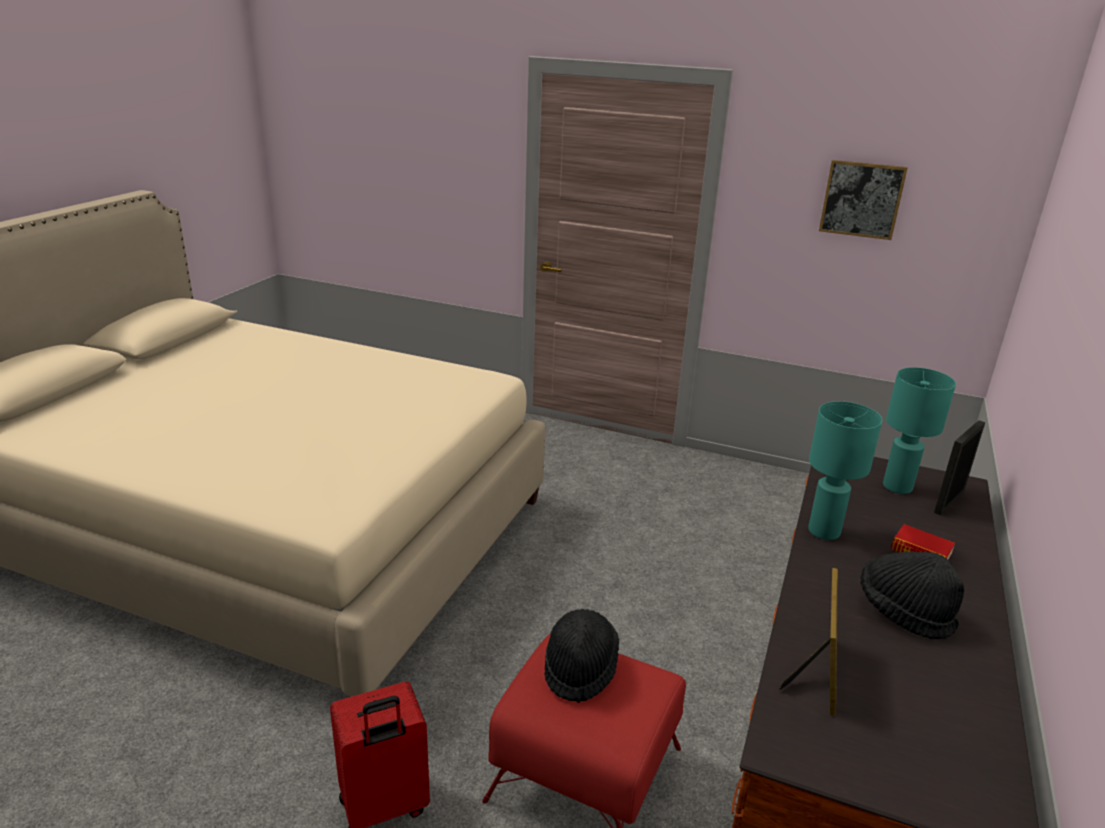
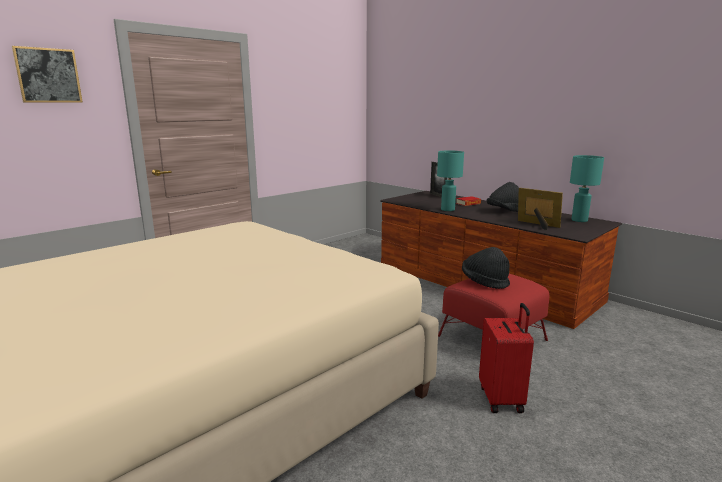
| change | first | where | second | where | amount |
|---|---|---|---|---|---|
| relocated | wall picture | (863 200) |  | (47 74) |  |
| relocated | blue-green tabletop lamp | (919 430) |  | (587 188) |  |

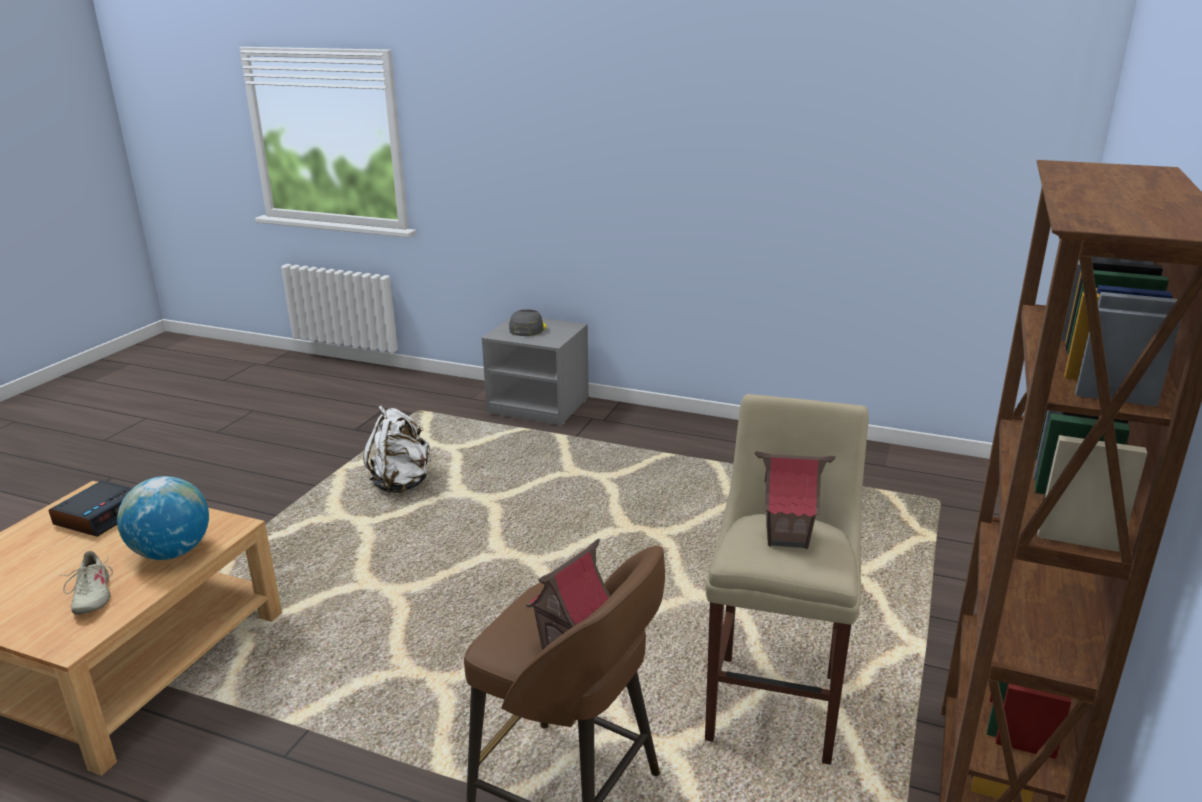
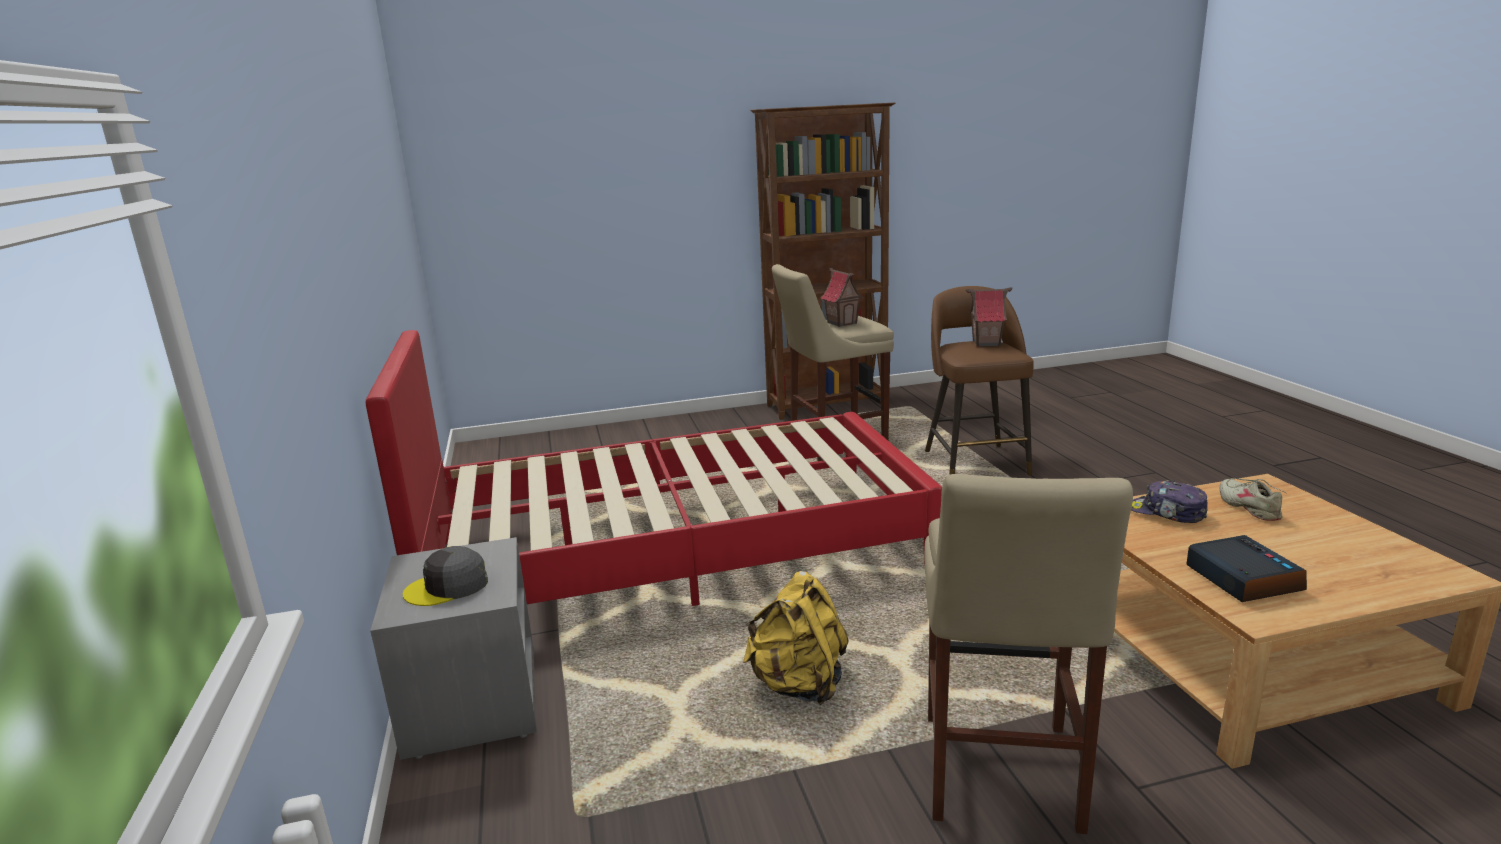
| change | first | where | second | where | amount |
|---|---|---|---|---|---|
| spun | table clock | (90 509) |  | (1246 568) | 90 degrees clockwise |
| spun | beige shoe | (86 583) |  | (1253 499) | 45 degrees counterclockwise |
| exchanged | desk globe | (163 518) | cap | (1169 501) |  |
| colour | white-coloured backpack | (397 449) | yellow-coloured backpack | (796 638) |  |
| appeared |  |  | reddish bedroom bed | (654 468) |  |
| appeared |  |  | beige stool seat | (1028 654) |  |

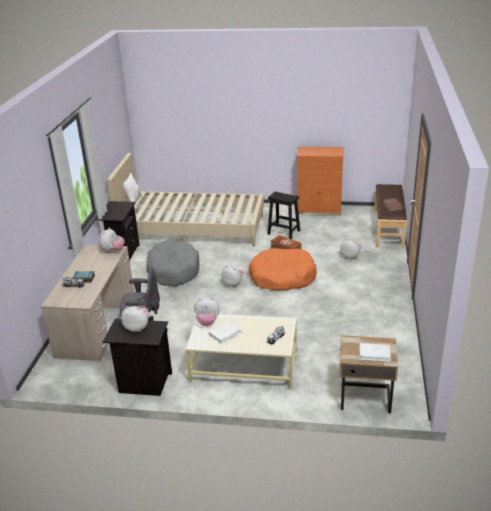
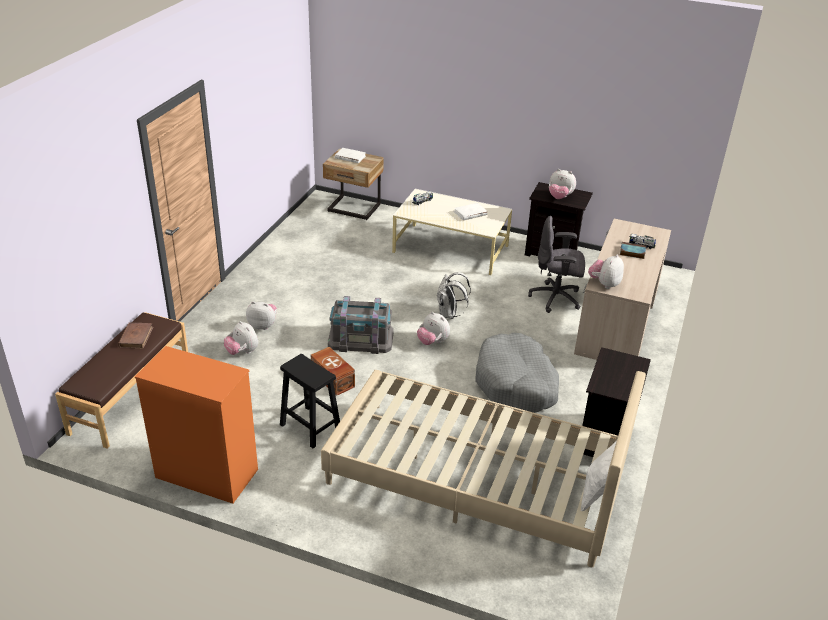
| change | first | where | second | where | amount |
|---|---|---|---|---|---|
| relocated | cuddly toy | (206 311) |  | (261 315) |  |
| exchanged | orange pet bed | (283 269) | gray storage box | (361 325) |  |
| appeared |  |  | white-coloured backpack | (453 295) |  |

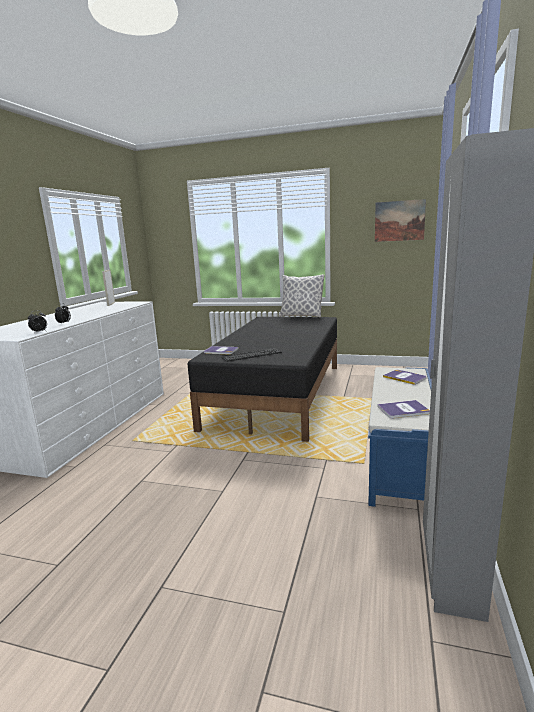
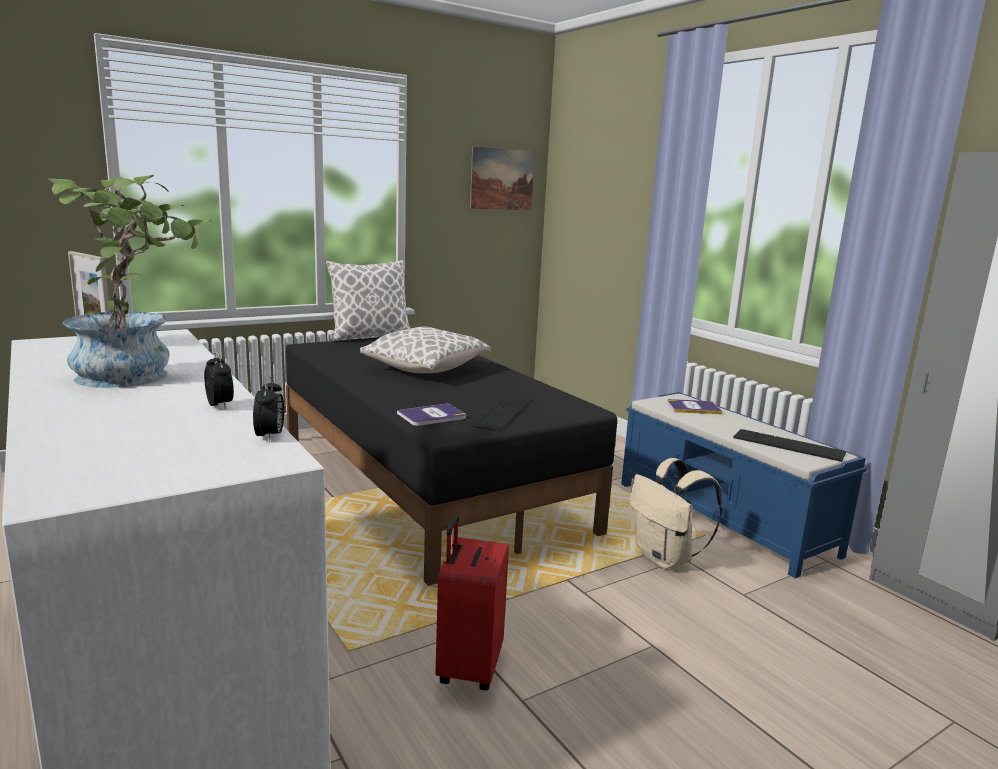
| change | first | where | second | where | amount |
|---|---|---|---|---|---|
| exchanged | book | (403 409) | computer keyboard | (789 445) |  |
| appeared |  |  | plant in a pot | (129 281) |  |
| appeared |  |  | pillow | (425 350) |  |
| appeared |  |  | reddish suitcase | (472 602) |  |
| appeared |  |  | beige backpack | (676 513) |  |

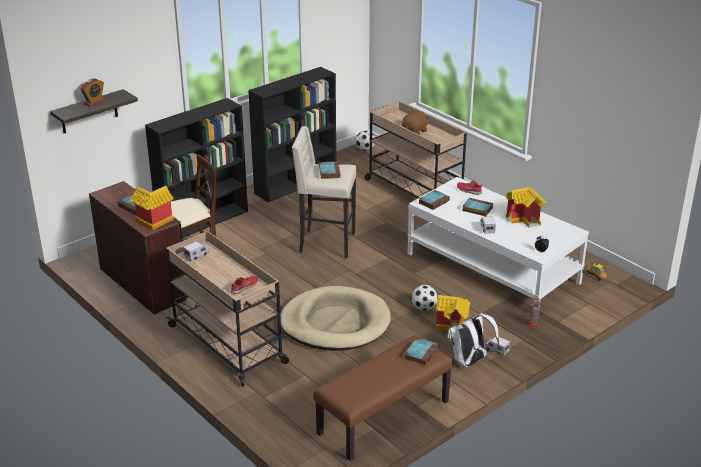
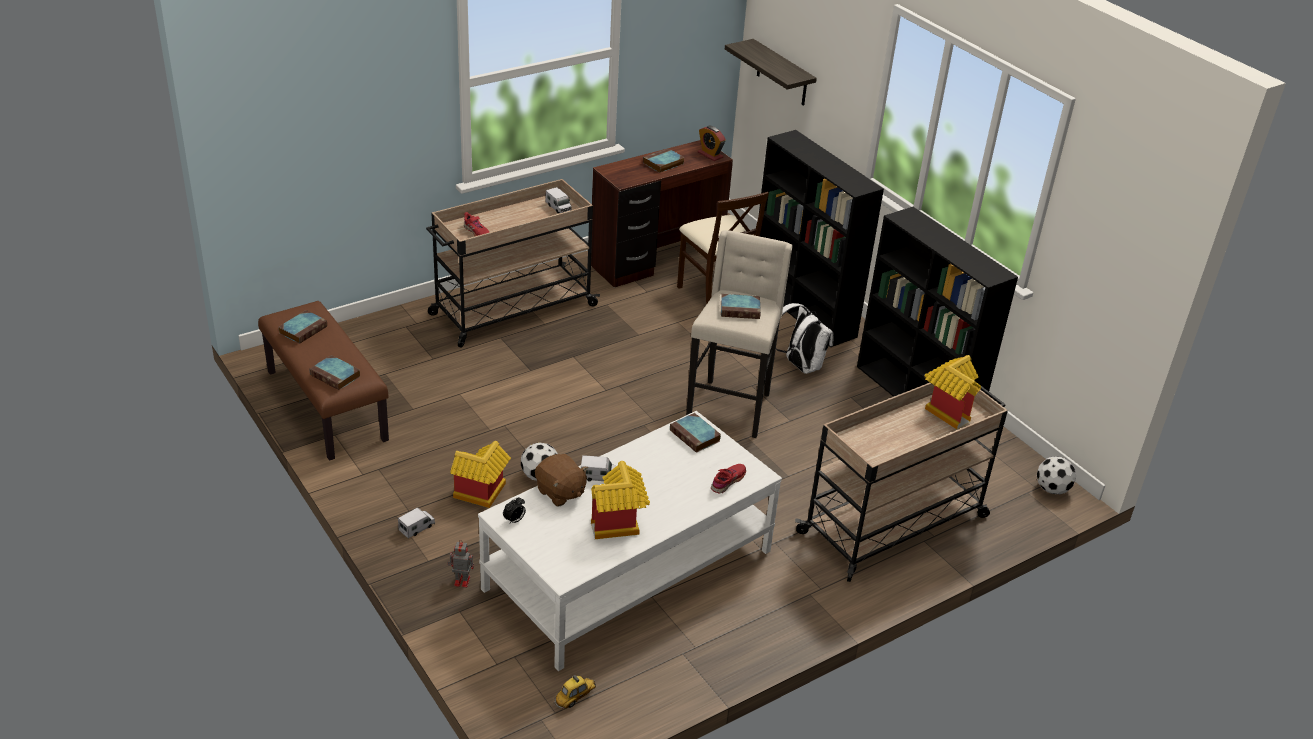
| change | first | where | second | where | amount |
|---|---|---|---|---|---|
| relocated | table clock | (93 92) |  | (712 143) |  |
| relocated | miniature house | (151 208) |  | (953 392) |  |
| missing | beige pet bed | (336 318) |  |  |  |
| relocated | brownish cuddly toy | (416 123) |  | (561 480) |  |
| relocated | white-coloured backpack | (474 340) |  | (805 338) |  |
| relocated | book | (477 207) |  | (303 327) |  |

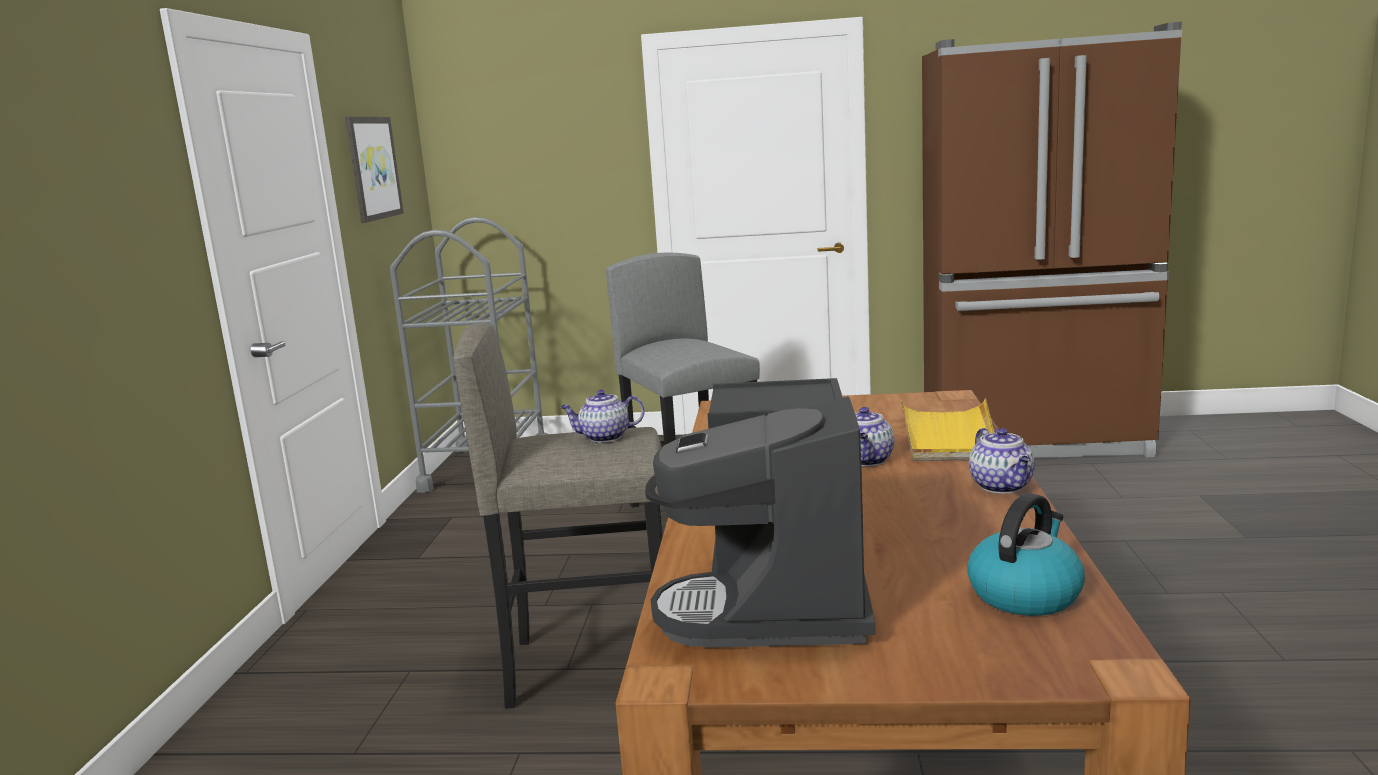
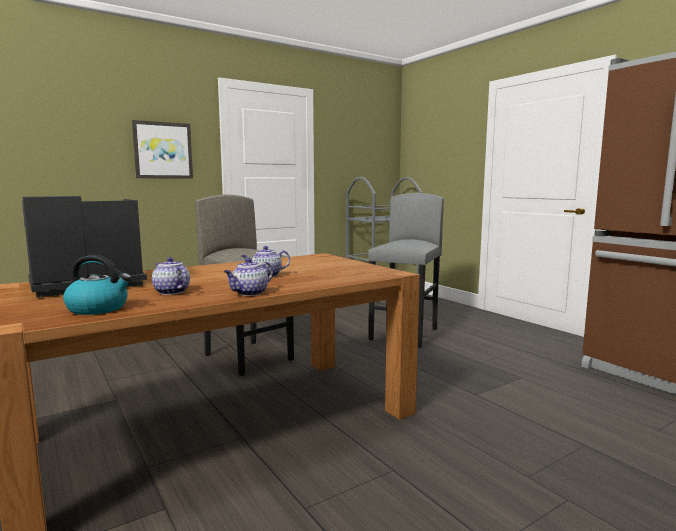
| change | first | where | second | where | amount |
|---|---|---|---|---|---|
| relocated | wall picture | (374 170) |  | (162 149) |  |
| relocated | tea pot | (602 416) |  | (171 276) |  |
| missing | yellow-coloured tray | (947 430) |  |  |  |

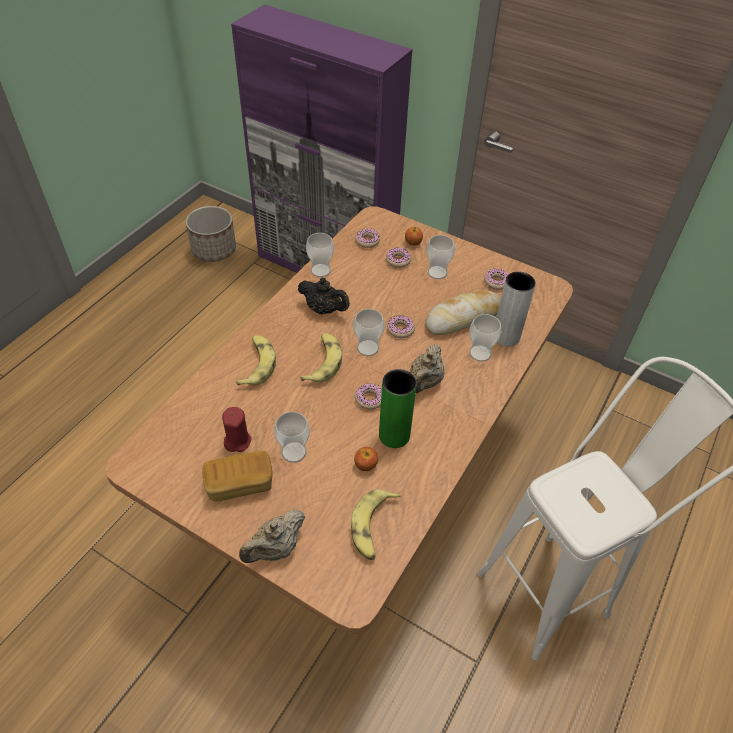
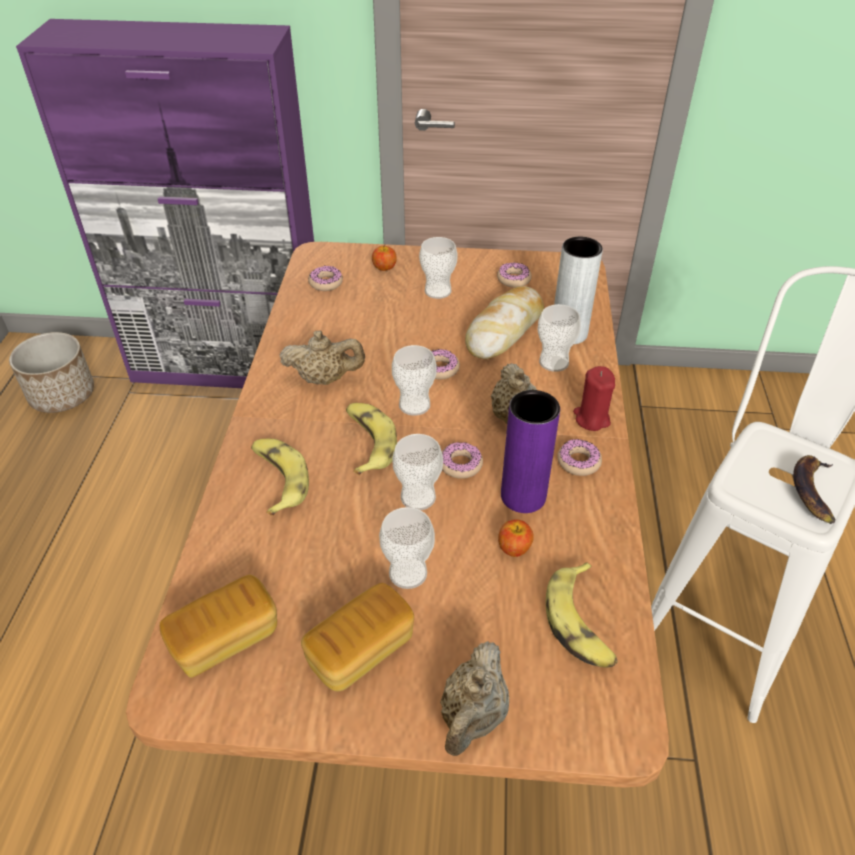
| change | first | where | second | where | amount |
|---|---|---|---|---|---|
| relocated | reddish wax candle | (237 429) |  | (594 398) |  |
| colour | black-coloured tea pot | (324 296) | beige tea pot | (322 357) |  |
| relocated | cup | (320 255) |  | (417 472) |  |
| colour | green-coloured flower vase | (398 408) | purple flower vase | (530 451) |  |
| relocated | doughnut | (398 257) |  | (579 457) |  |
| appeared |  |  | baked bread | (218 626) |  |
| appeared |  |  | banana fruit | (814 489) |  |

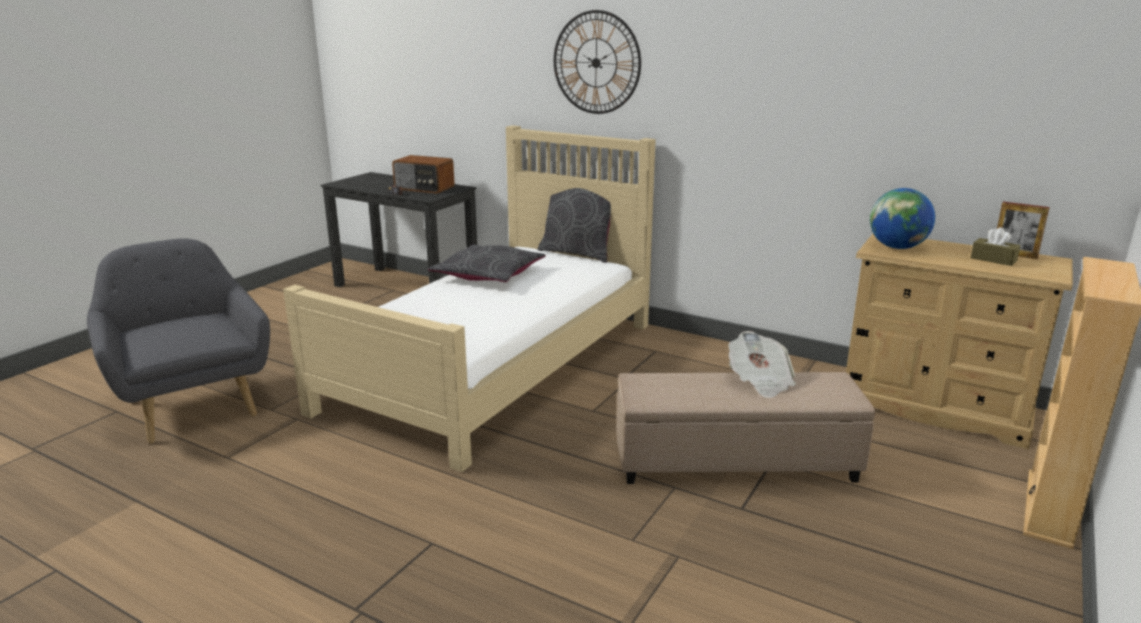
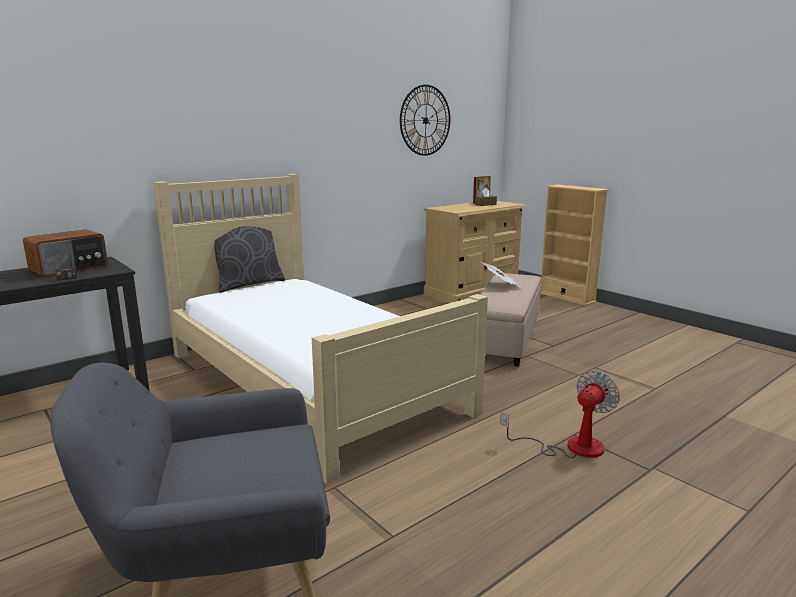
| change | first | where | second | where | amount |
|---|---|---|---|---|---|
| missing | gray pillow | (486 263) |  |  |  |
| relocated | wall clock | (597 62) |  | (425 120) |  |
| missing | desk globe | (902 218) |  |  |  |
| appeared |  |  | electric fan | (560 414) |  |

